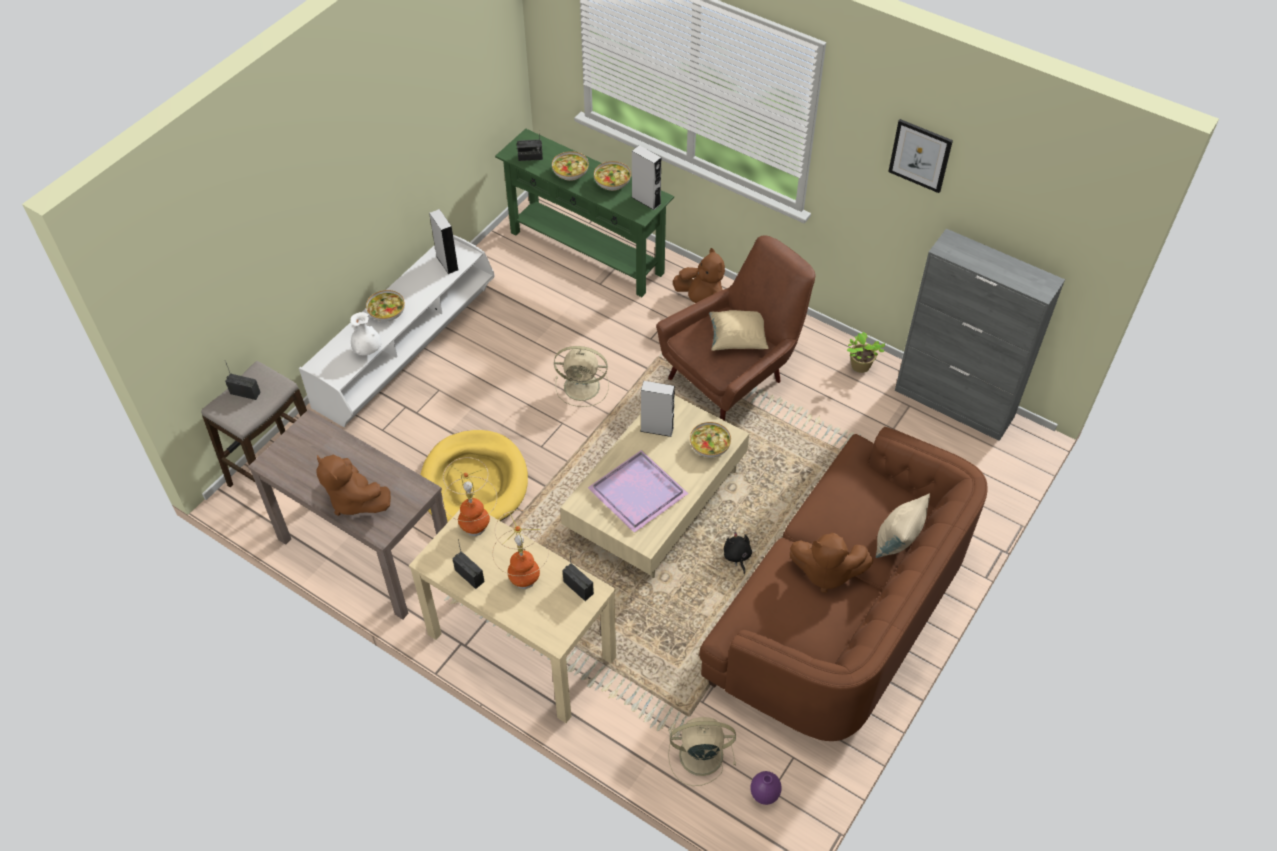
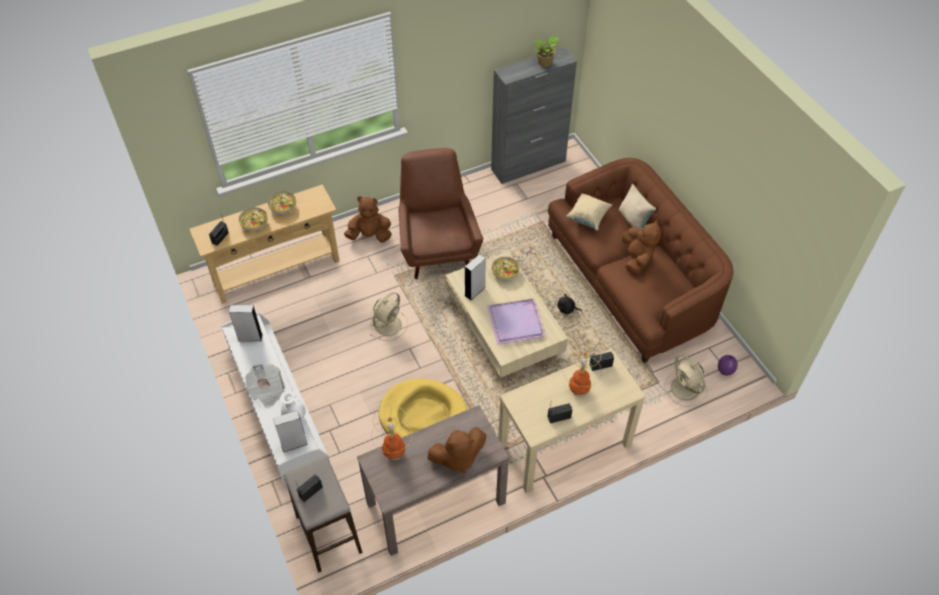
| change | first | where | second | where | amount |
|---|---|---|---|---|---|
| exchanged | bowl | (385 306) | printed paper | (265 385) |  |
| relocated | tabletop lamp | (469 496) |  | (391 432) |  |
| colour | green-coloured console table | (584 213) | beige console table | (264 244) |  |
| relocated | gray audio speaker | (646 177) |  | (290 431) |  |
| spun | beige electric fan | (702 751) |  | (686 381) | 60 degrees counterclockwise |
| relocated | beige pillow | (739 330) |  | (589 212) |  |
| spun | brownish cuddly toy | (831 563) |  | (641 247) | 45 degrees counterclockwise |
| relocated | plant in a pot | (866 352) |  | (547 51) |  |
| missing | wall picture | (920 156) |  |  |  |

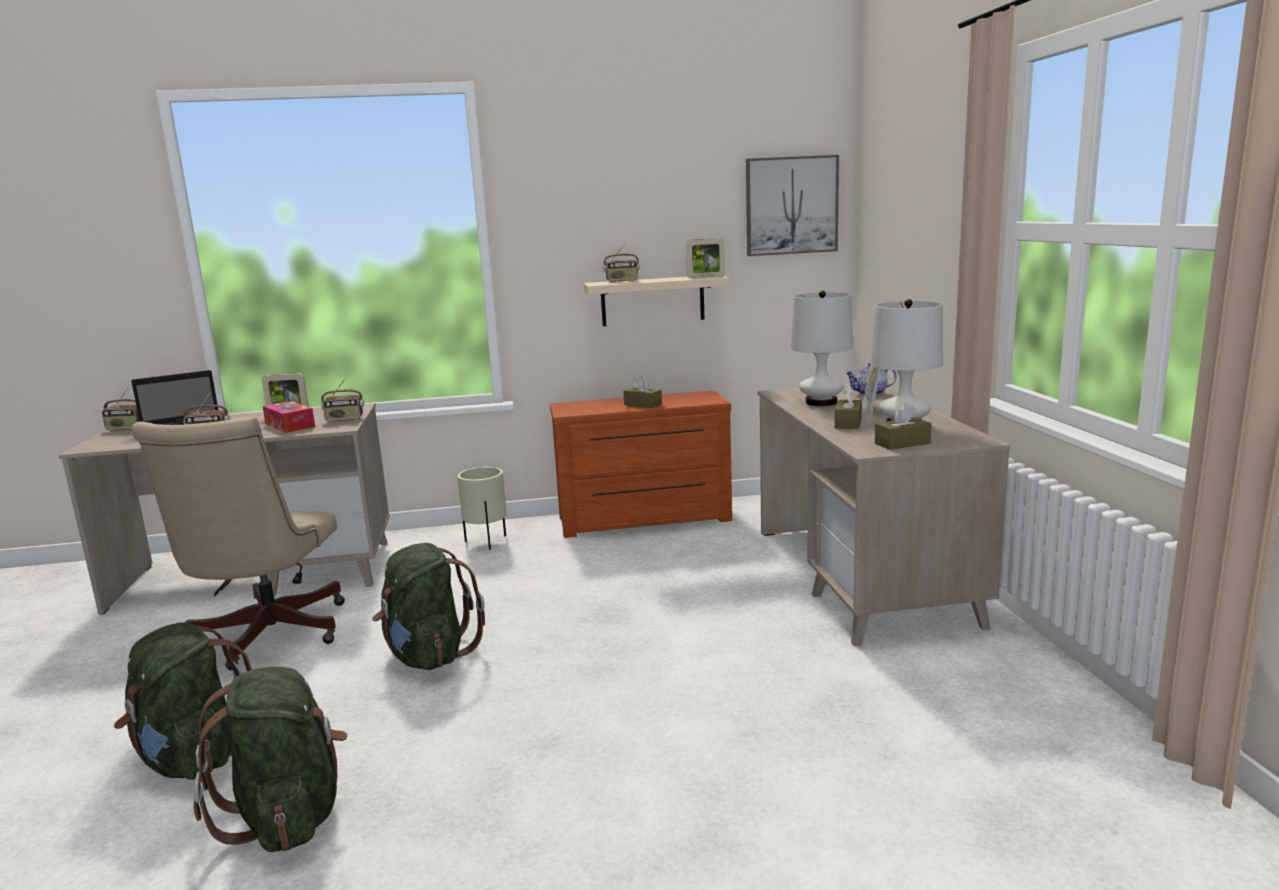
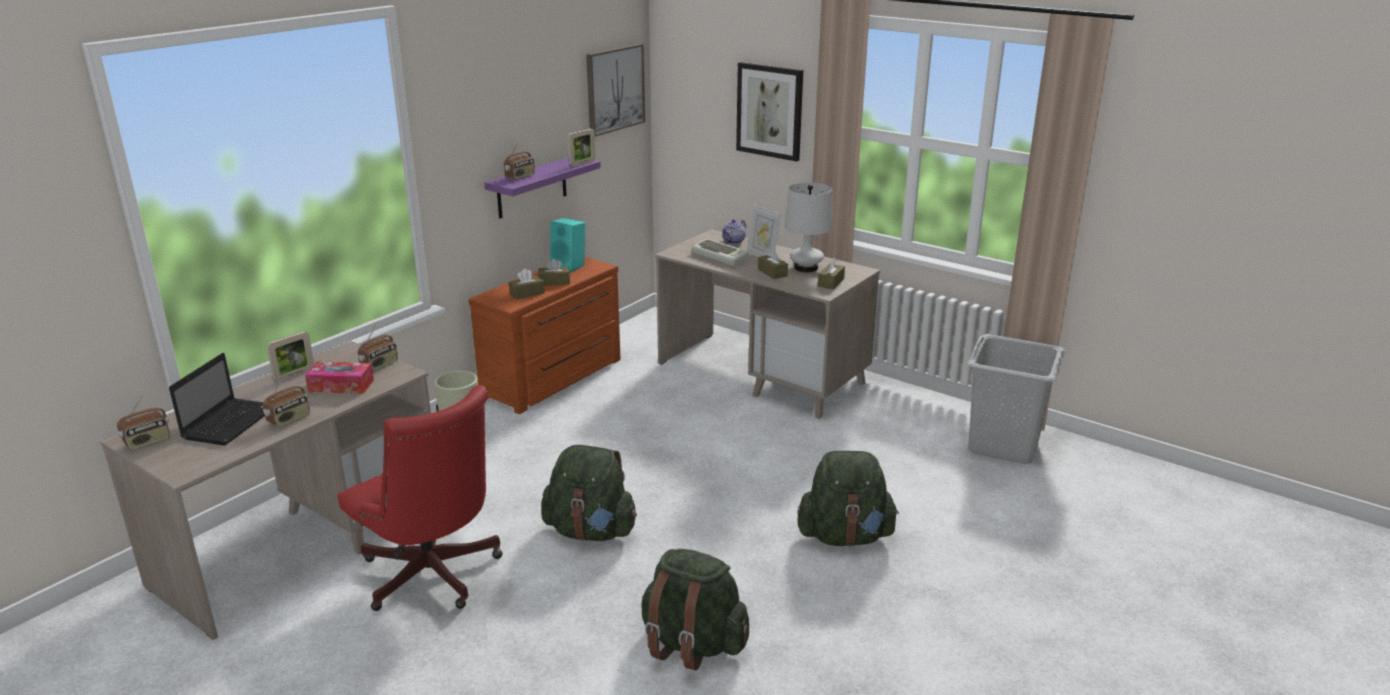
| change | first | where | second | where | amount |
|---|---|---|---|---|---|
| relocated | green-coloured backpack | (183 701) |  | (848 499) |  |
| colour | beige computer chair | (238 543) | reddish computer chair | (420 498) |  |
| colour | beige shelf | (657 301) | purple shelf | (542 187) |  |
| exchanged | white-coloured tabletop lamp | (822 348) | computer keyboard | (719 252) |  |
| appeared |  |  | brownish box of tissues | (527 284) |  |
| appeared |  |  | blue-green audio speaker | (567 245) |  |
| appeared |  |  | wall picture | (769 112) |  |
| appeared |  |  | gray washing basket | (1016 399) |  |

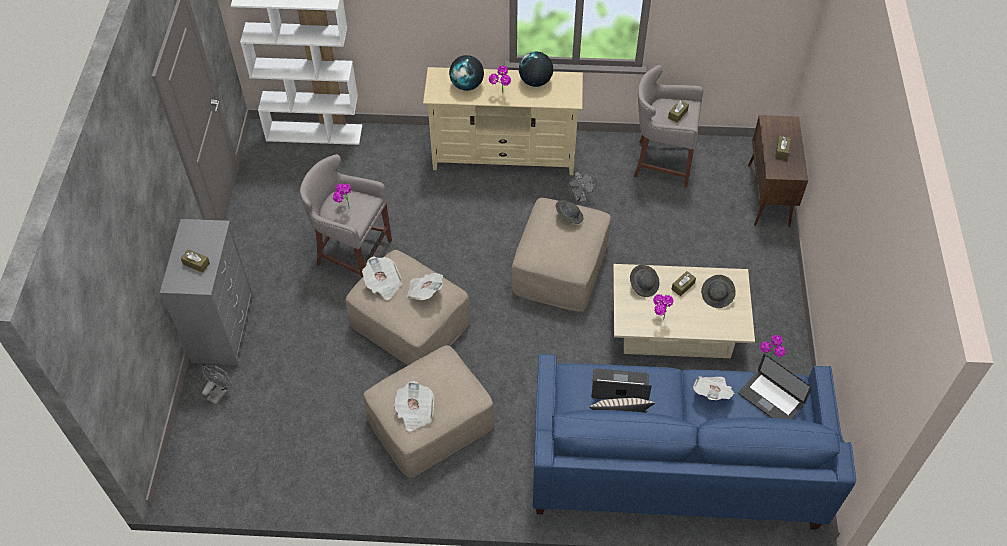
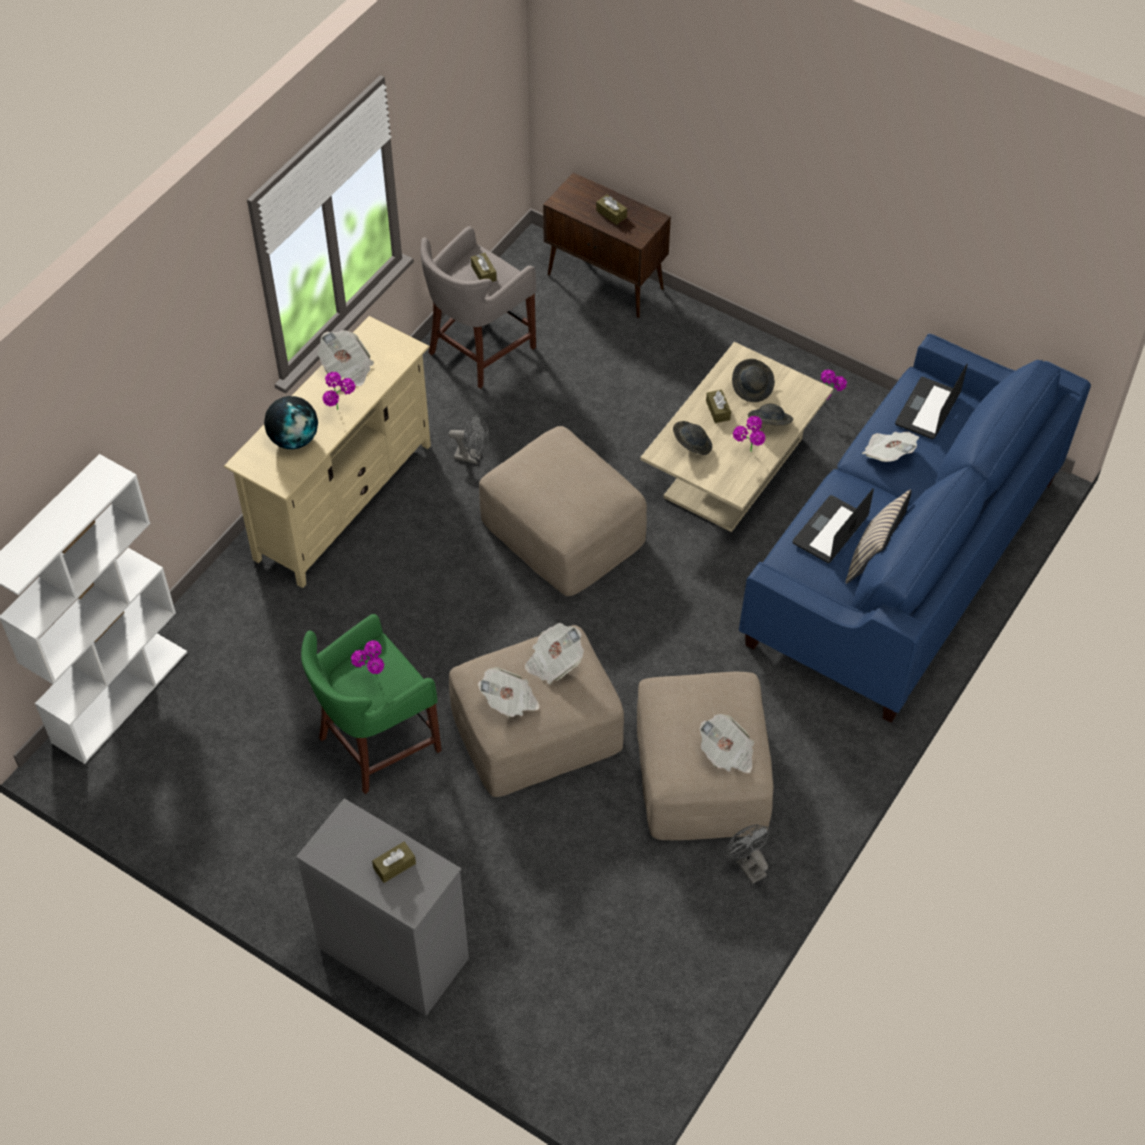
| change | first | where | second | where | amount |
|---|---|---|---|---|---|
| relocated | gray electric fan | (217 385) |  | (748 854) |  |
| colour | gray stool seat | (346 216) | green-coloured stool seat | (371 704) |  |
| exchanged | desk globe | (536 69) | printed paper | (345 358) |  |
| relocated | gray hat | (569 212) |  | (770 414) |  |
| spun | laptop | (775 386) |  | (931 401) | 135 degrees clockwise |

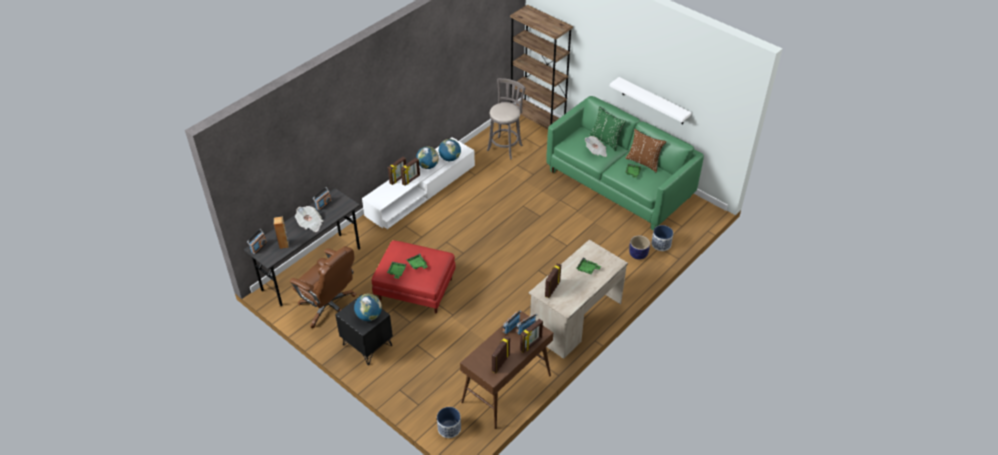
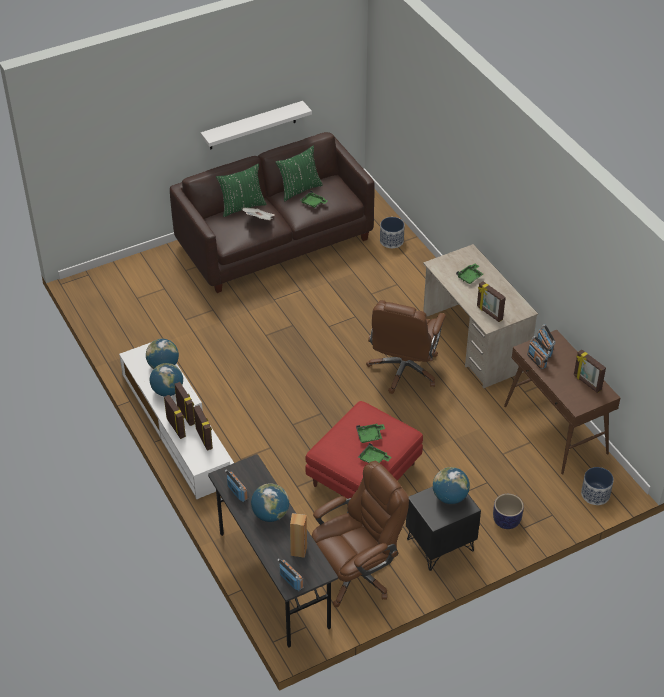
| change | first | where | second | where | amount |
|---|---|---|---|---|---|
| exchanged | printed paper | (309 219) | desk globe | (270 502) |  |
| missing | gray stool seat | (506 118) |  |  |  |
| missing | brownish shelving unit | (541 67) |  |  |  |
| relocated | standing frame | (531 336) |  | (203 428) |  |
| colour | green-coloured settee | (625 163) | brownish settee | (272 212) |  |
| colour | brownish pillow | (645 151) | green-coloured pillow | (299 173) |  |
| relocated | planter | (639 247) |  | (508 511) |  |
| appeared |  |  | brownish computer chair | (406 347) |  |

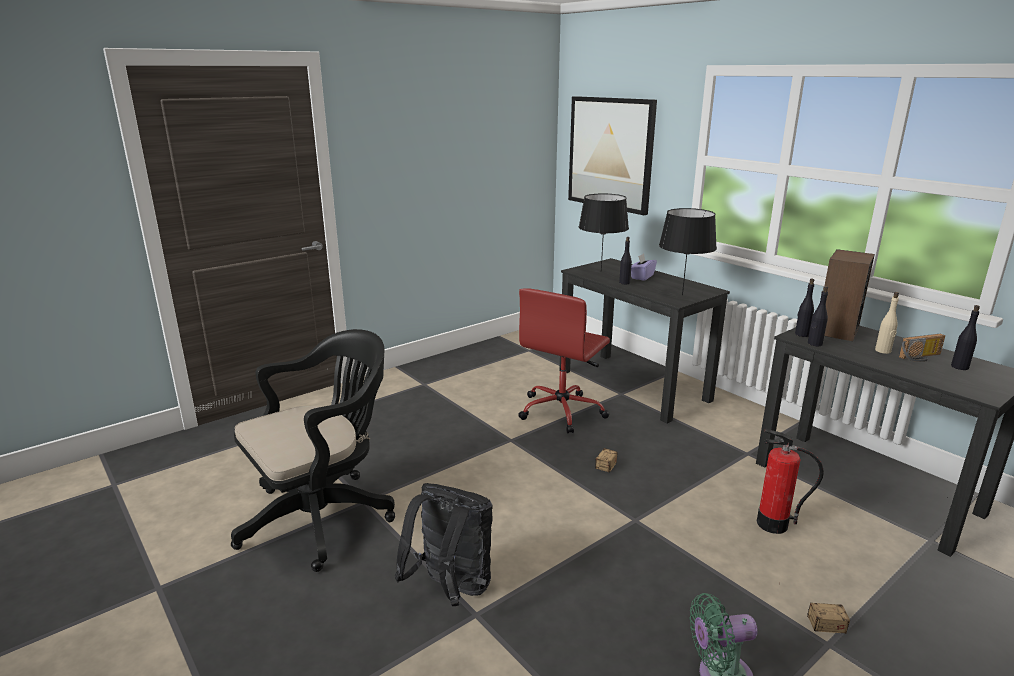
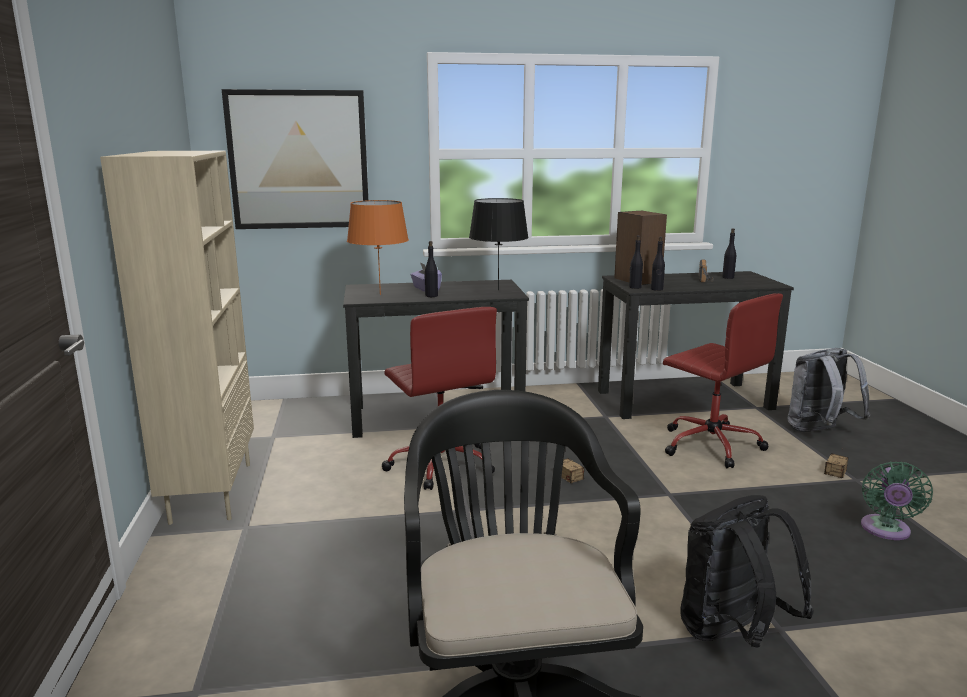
| change | first | where | second | where | amount |
|---|---|---|---|---|---|
| colour | black-coloured tabletop lamp | (604 232) | orange tabletop lamp | (378 247) |  |
| exchanged | extinguisher | (790 481) | reddish computer chair | (723 380) |  |
| missing | beige beverage bottle | (887 323) |  |  |  |
| appeared |  |  | beige shelving unit | (177 338) |  |
| appeared |  |  | gray backpack | (829 390) |  |

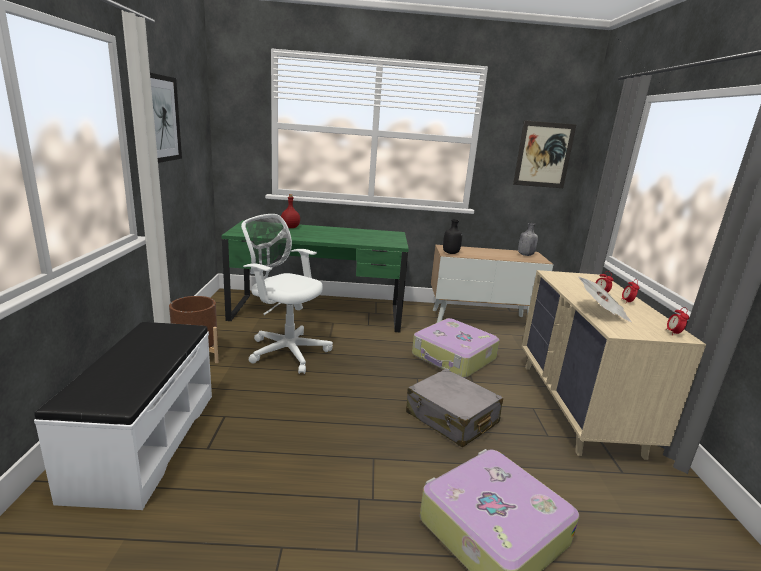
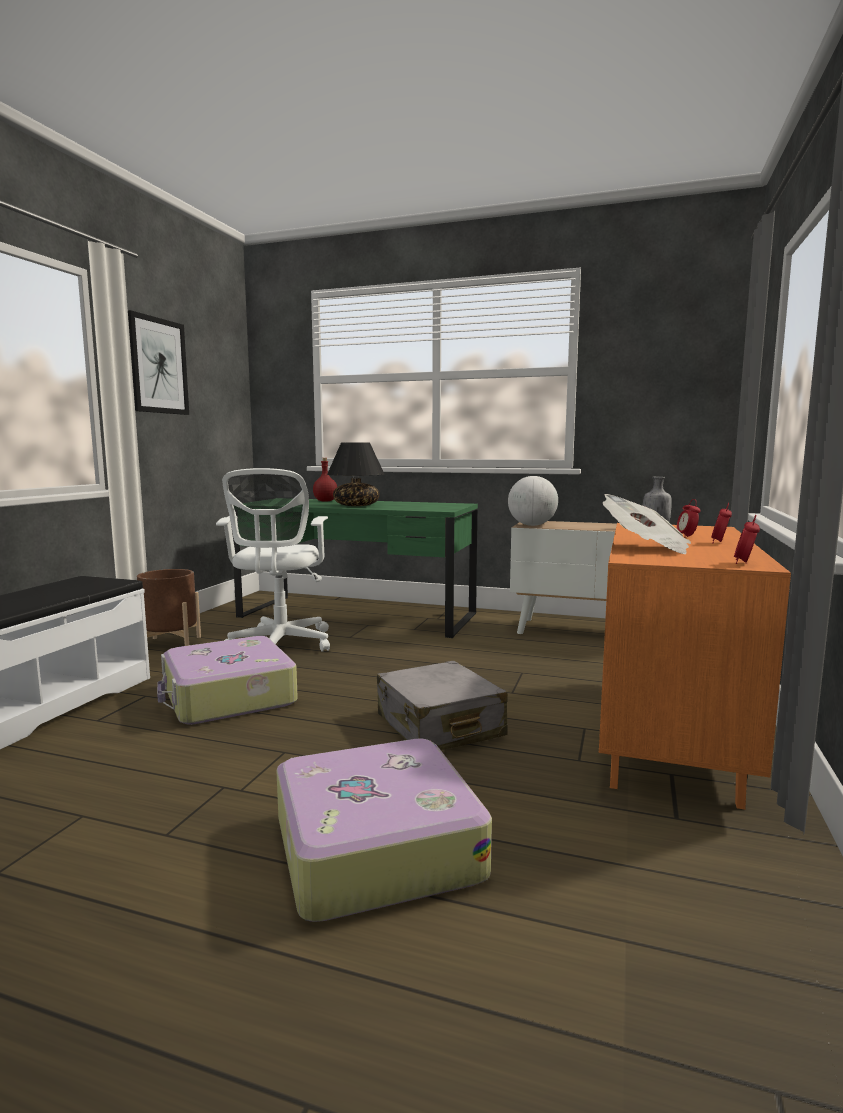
| change | first | where | second | where | amount |
|---|---|---|---|---|---|
| spun | white-coloured computer chair | (287 294) |  | (273 560) | 135 degrees counterclockwise |
| relocated | suitcase | (456 348) |  | (227 680) |  |
| exchanged | black-coloured beverage bottle | (452 236) | desk globe | (533 501) |  |
| missing | wall picture | (544 154) |  |  |  |
| colour | beige chest of drawers | (613 365) | orange chest of drawers | (695 666) |  |
| appeared |  |  | black-coloured tabletop lamp | (356 474) |  |

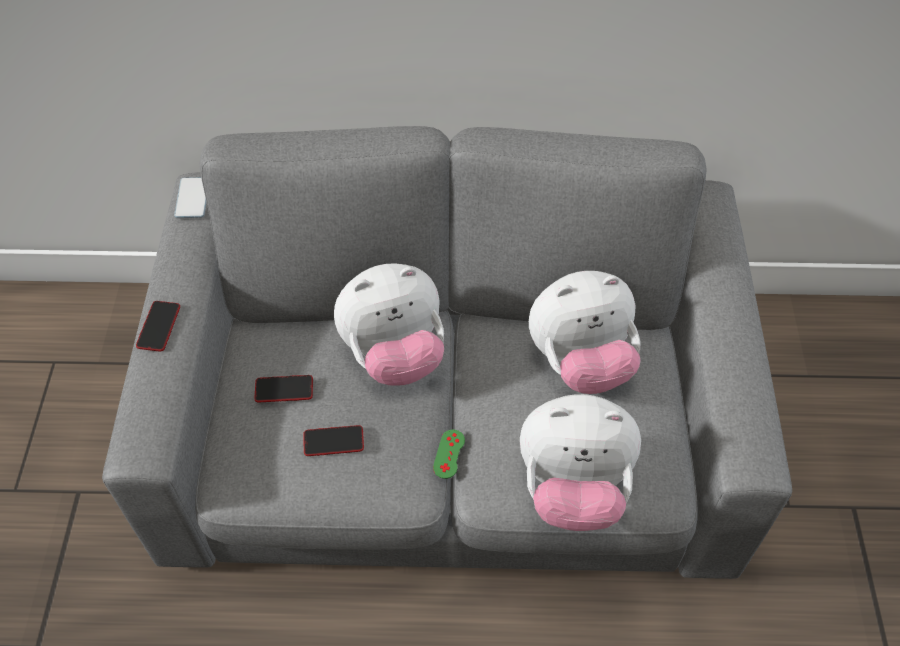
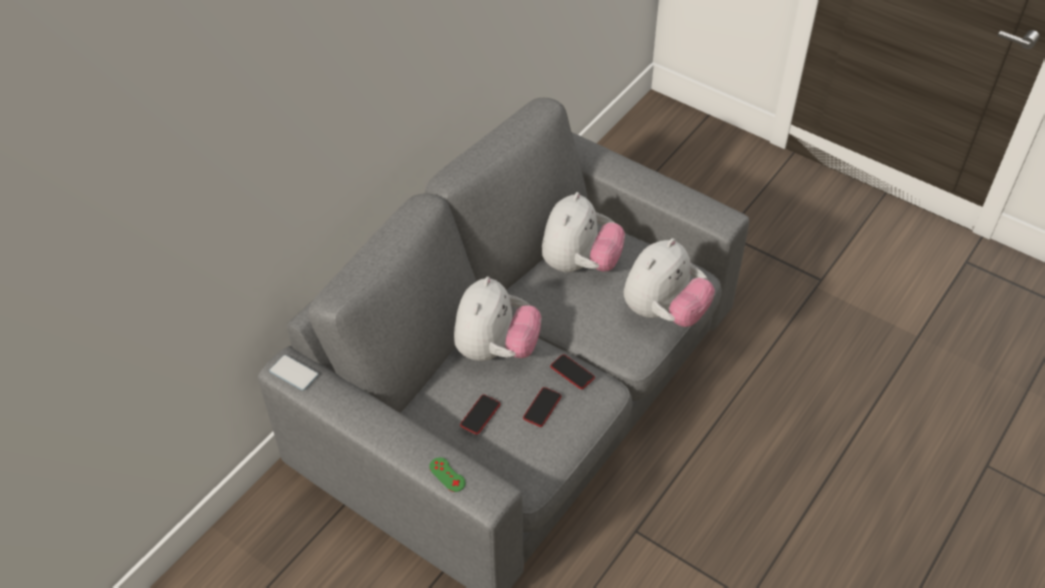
| change | first | where | second | where | amount |
|---|---|---|---|---|---|
| relocated | phone | (158 326) |  | (572 371) |  |
| relocated | green-coloured game controller | (449 454) |  | (447 475) |  |

